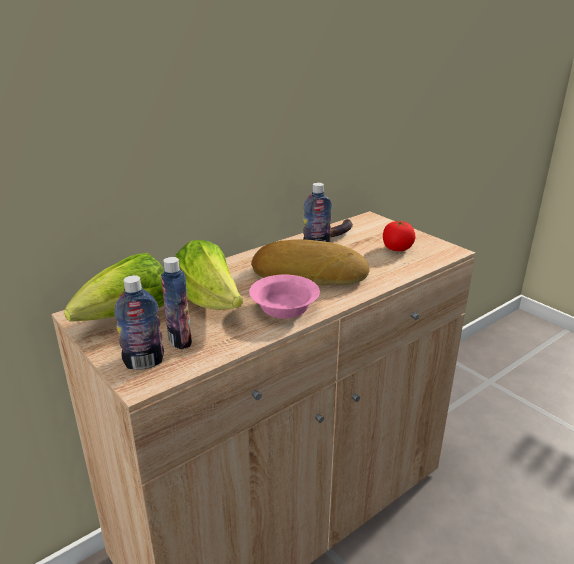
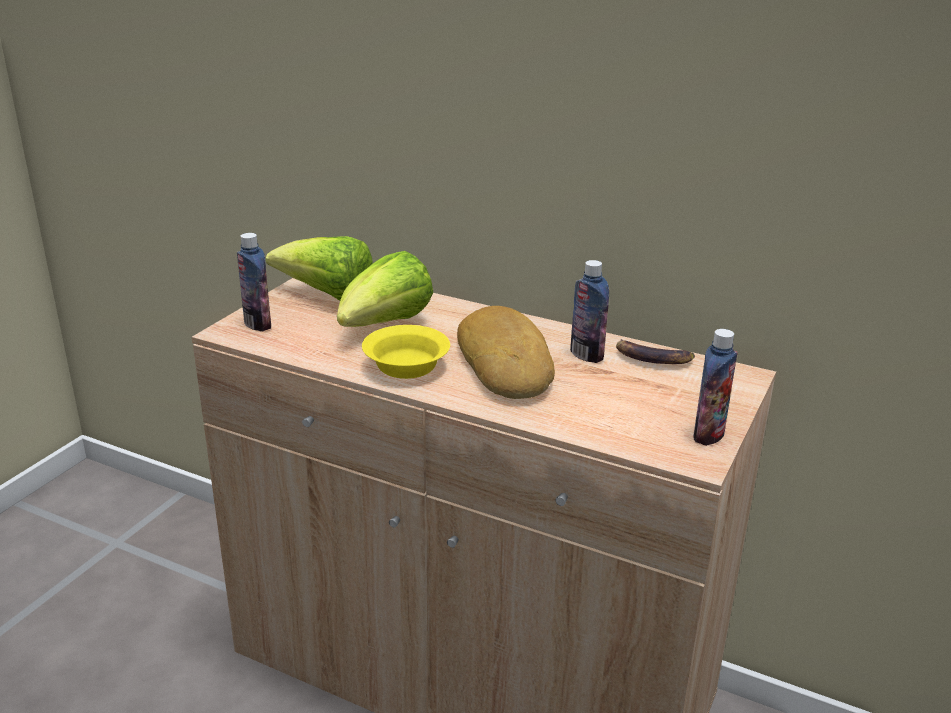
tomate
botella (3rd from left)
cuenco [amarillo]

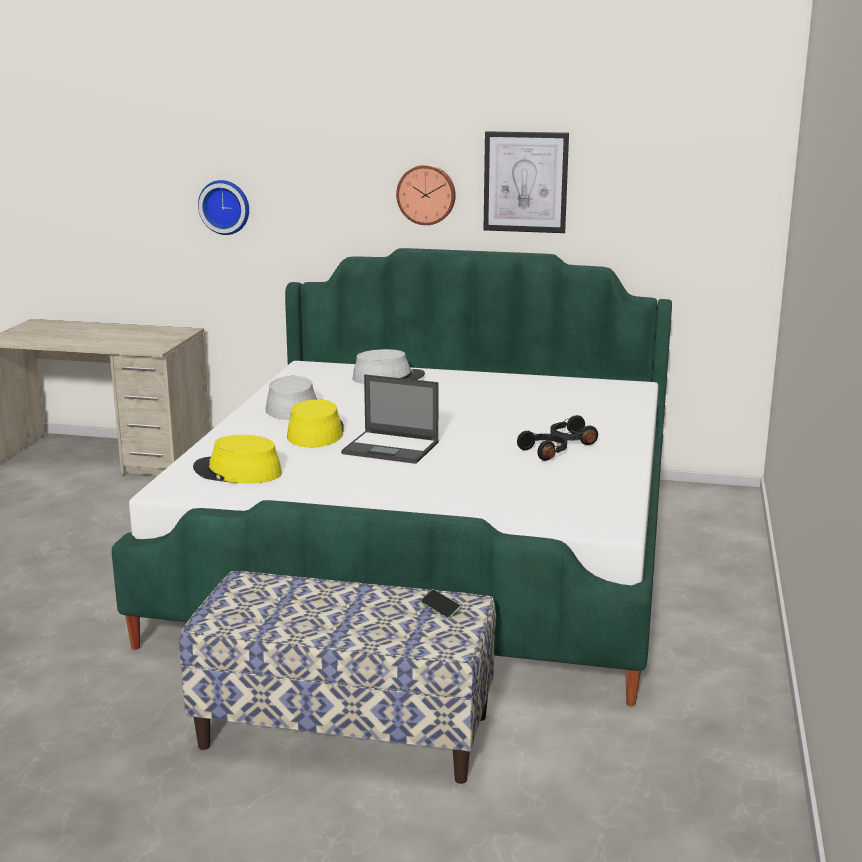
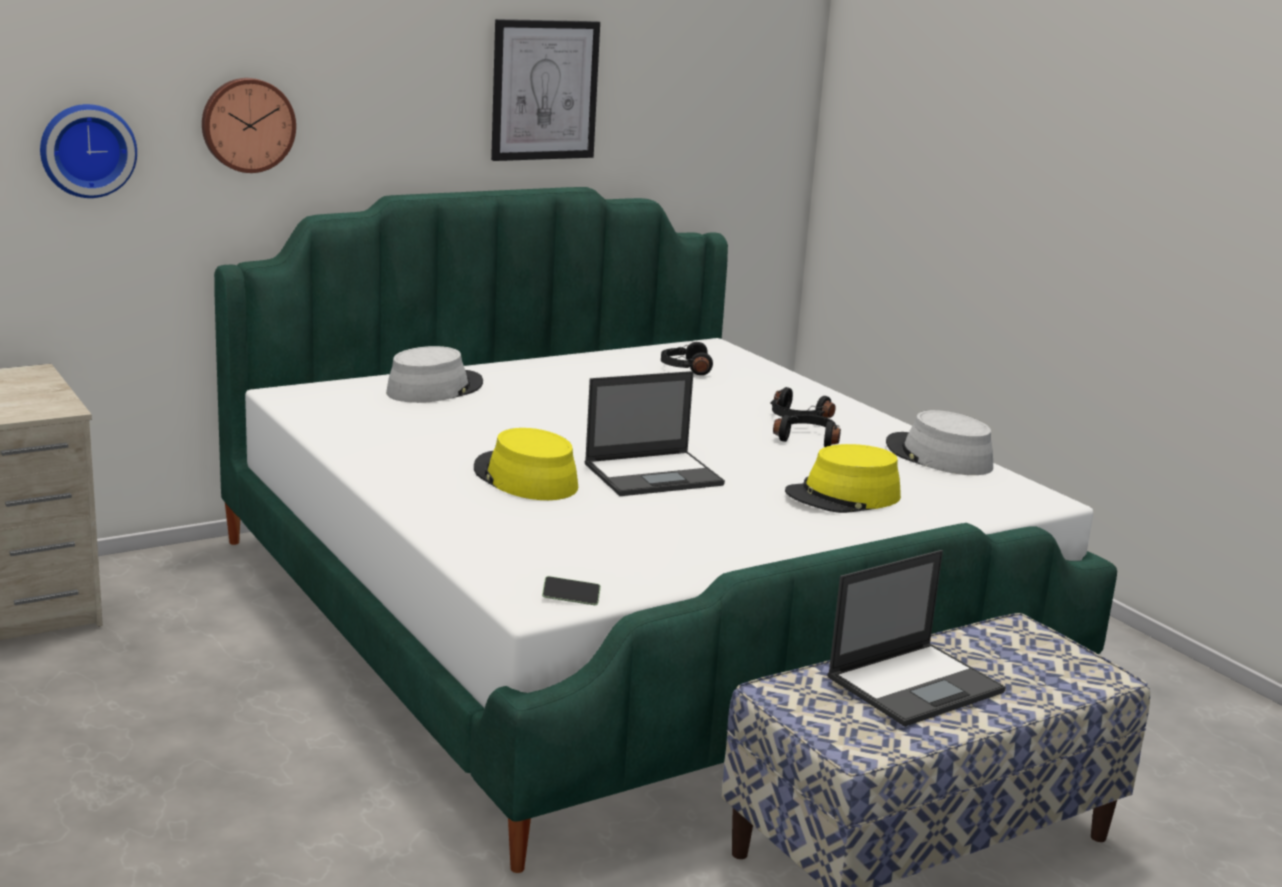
reloj de pared (2nd from left)
sombrero [gris] (2nd from left)
sombrero [amarillo] (2nd from left)
móvil
auriculares [negro] (1st from left)
portátil (2nd from left)

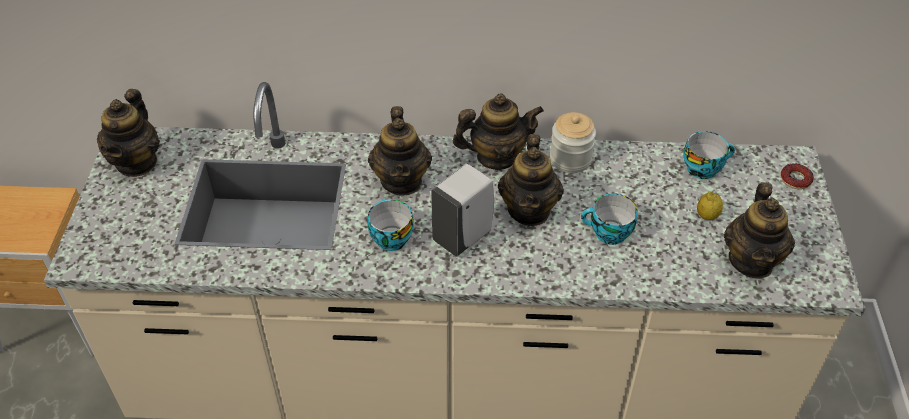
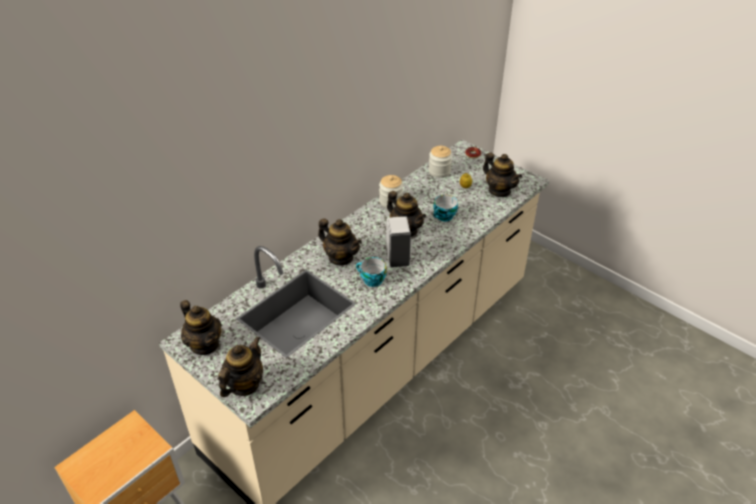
tetera (2nd from left)
tarro (2nd from left)

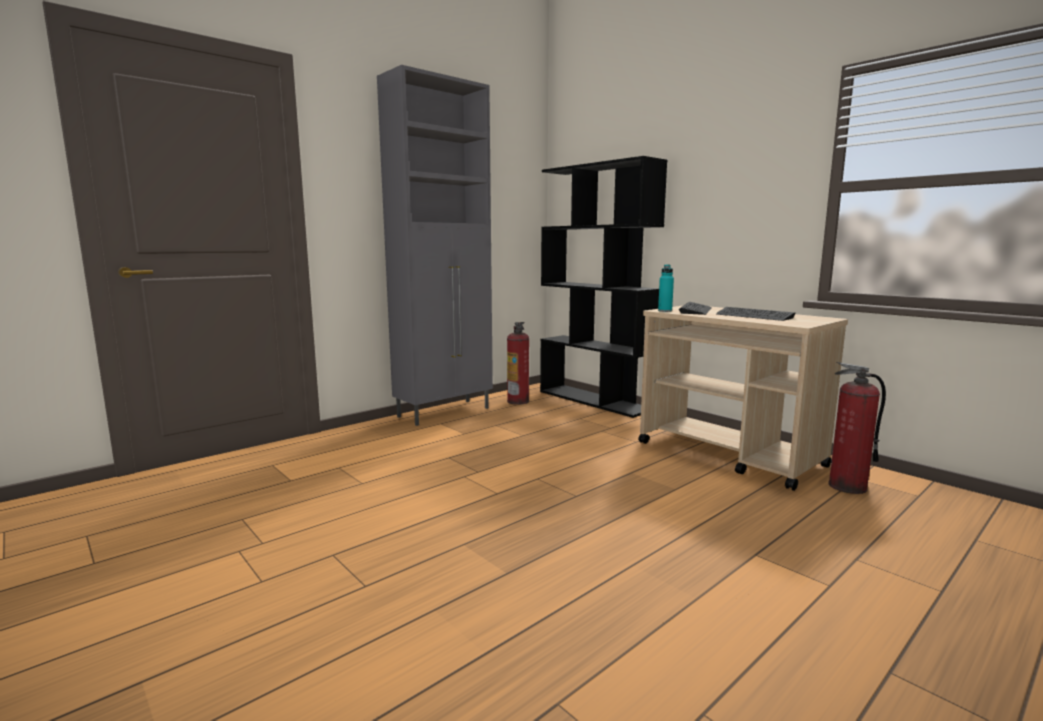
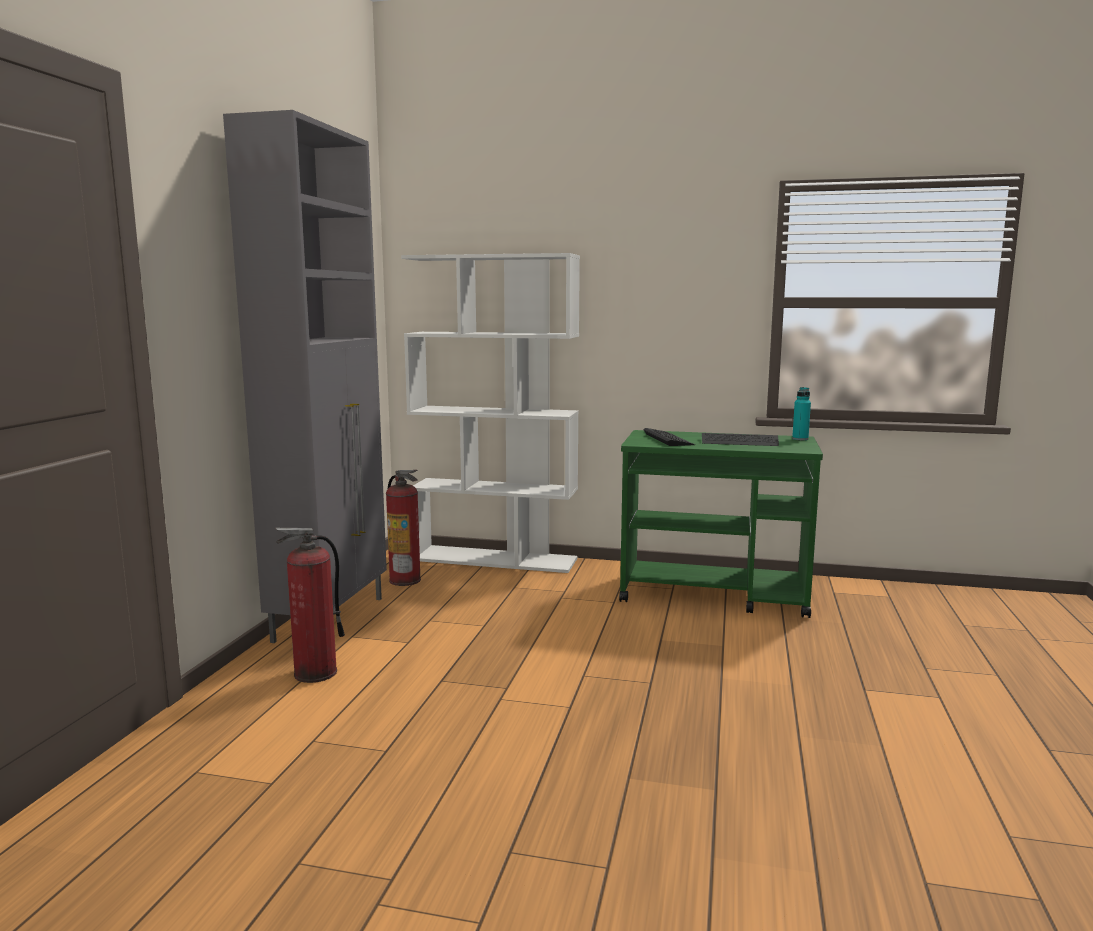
estantería [blanco]
botella [turquesa]
carrito [verde]
extintor (1st from left)

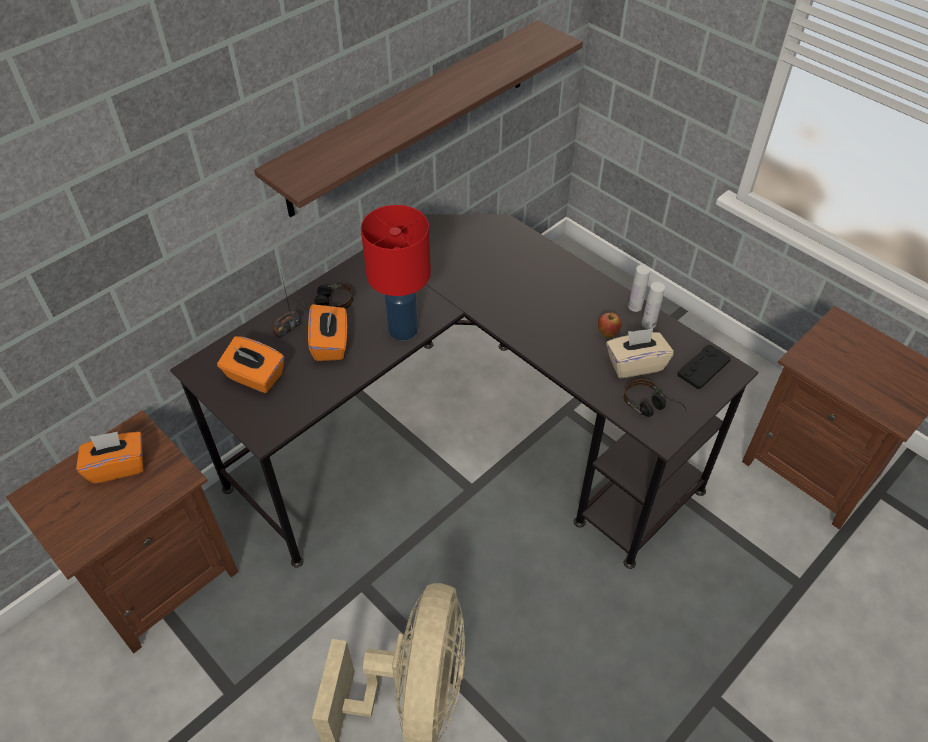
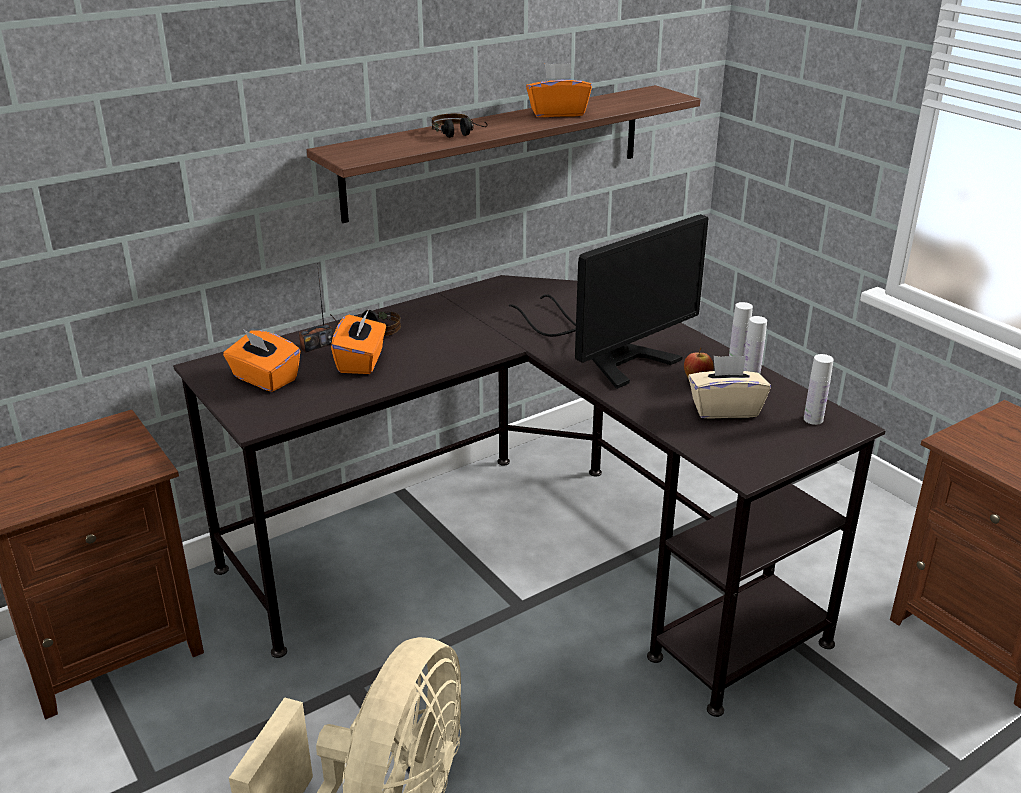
lámpara de mesa [rojo]
botella [blanco] (3rd from left)
auriculares (2nd from left)
caja de pañuelos [naranja] (3rd from left)
monitor

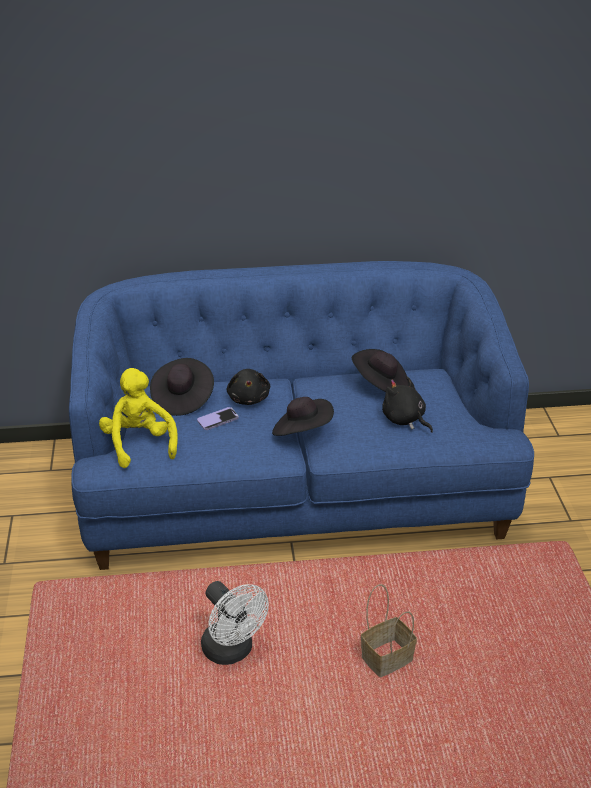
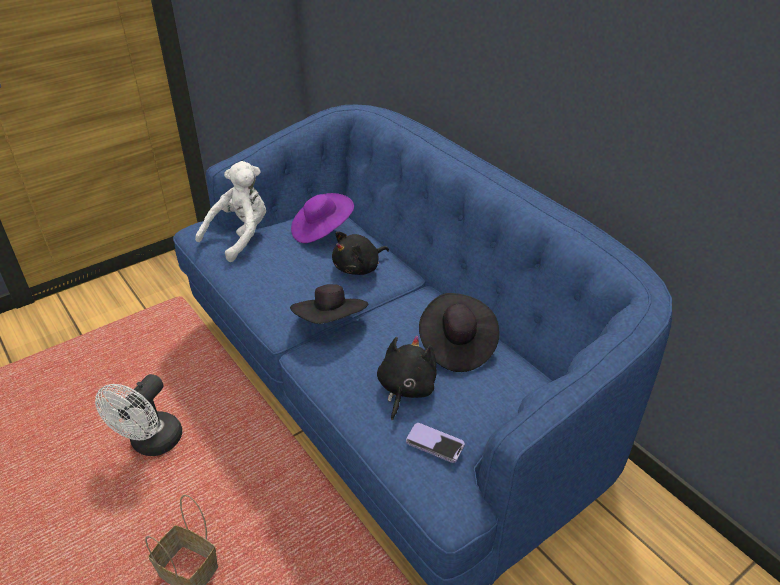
sombrero [morado]
peluche [blanco]
móvil

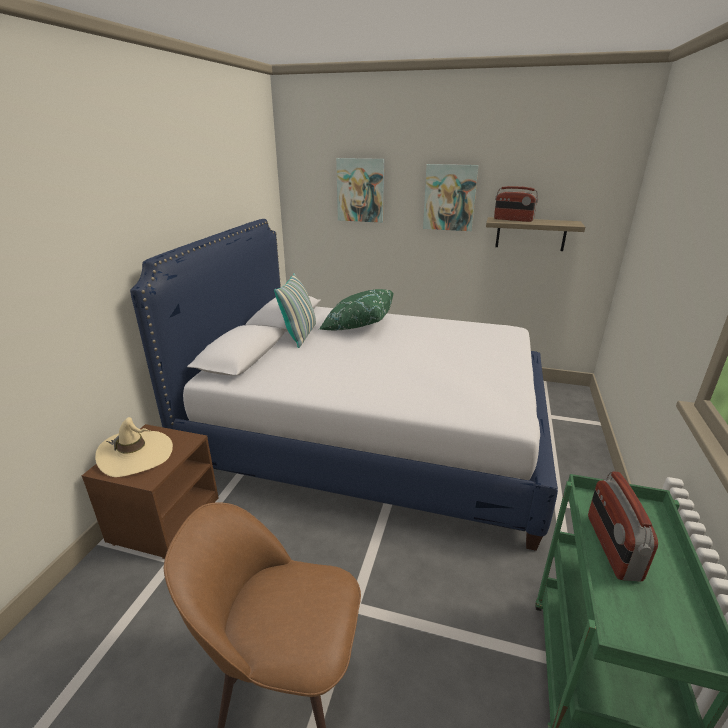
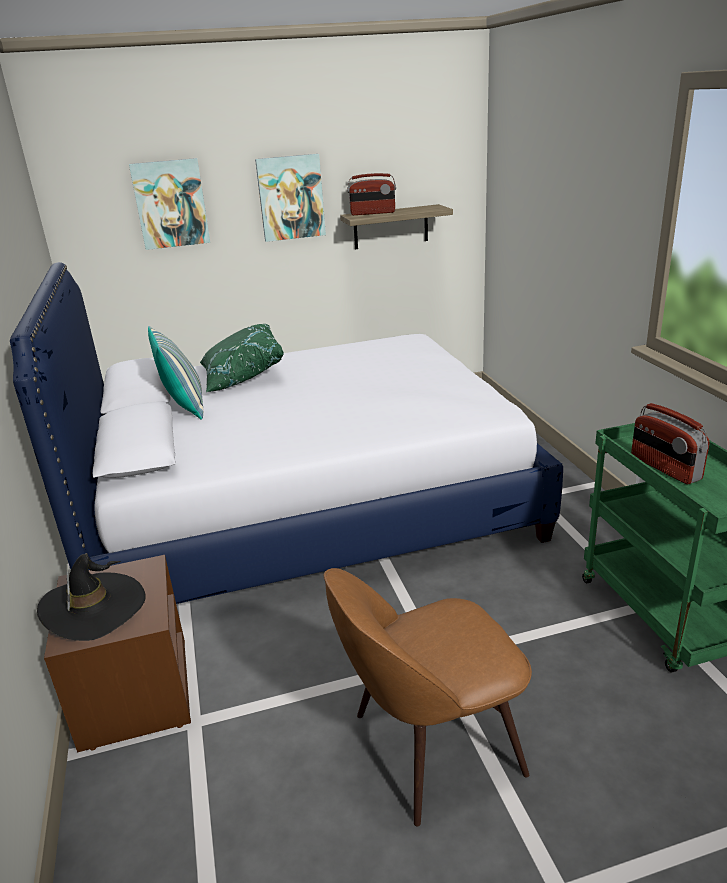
sombrero [negro]

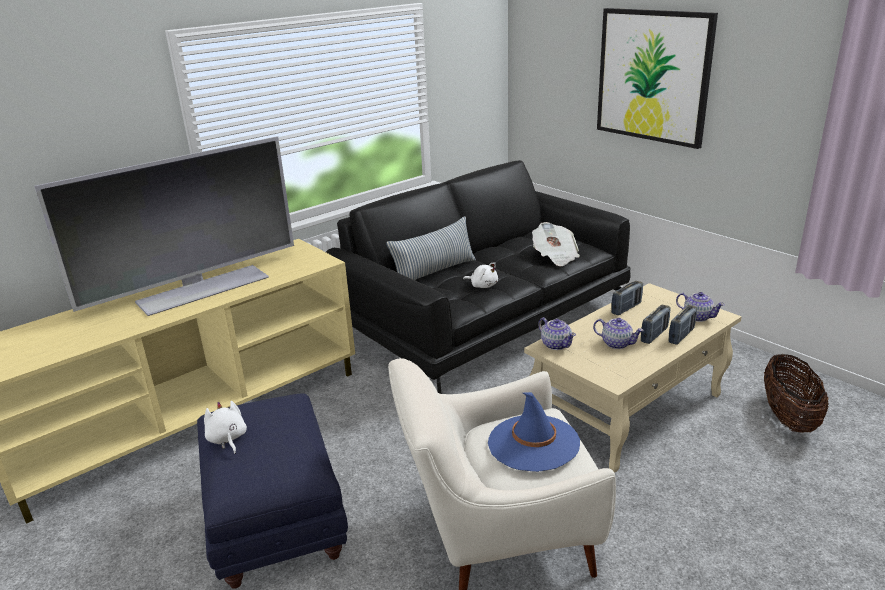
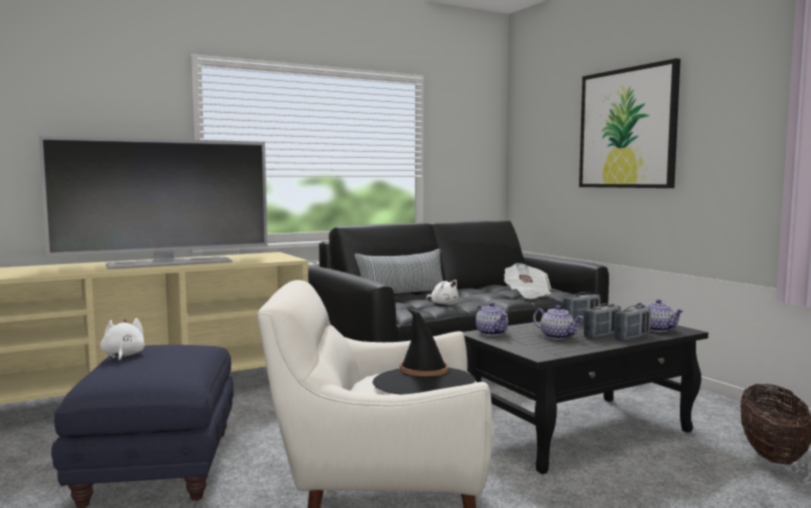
mesa de centro [negro]
sombrero [negro]

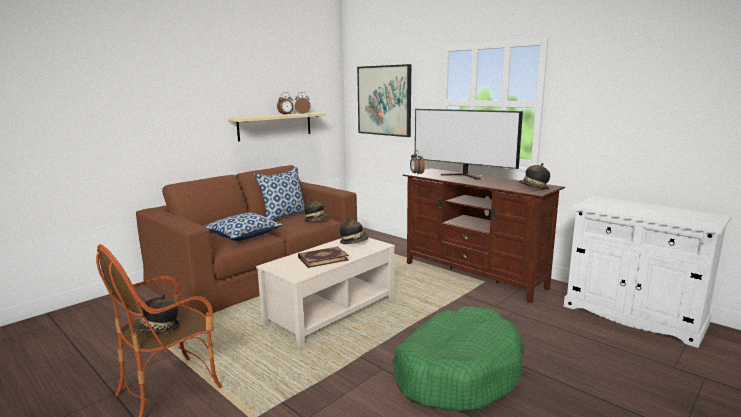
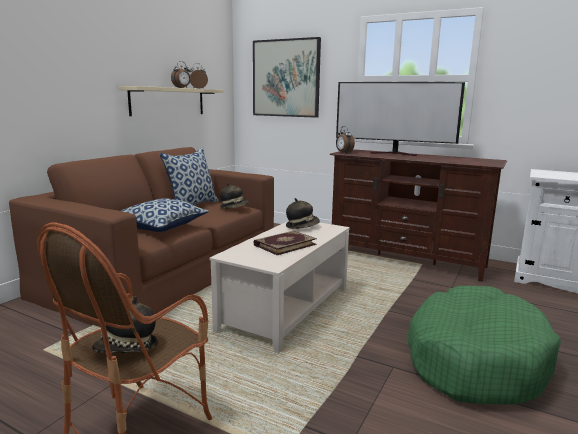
sombrero (4th from left in the first image)

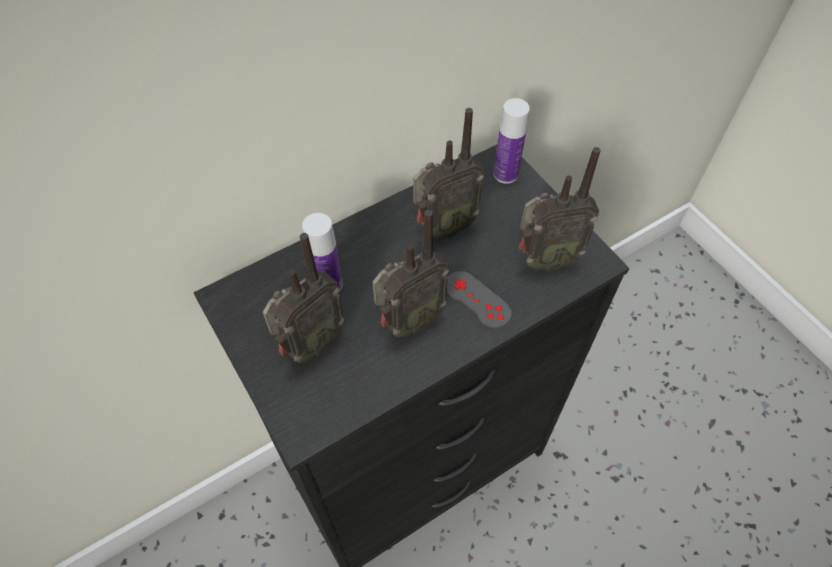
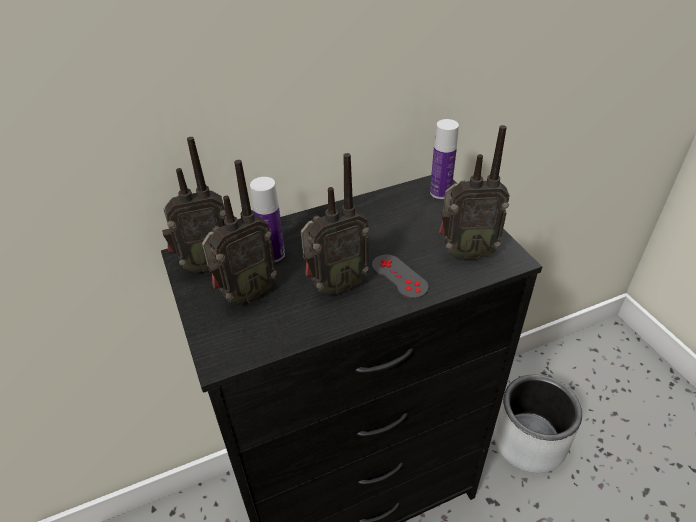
radio (1st from left)
maceta [gris]

